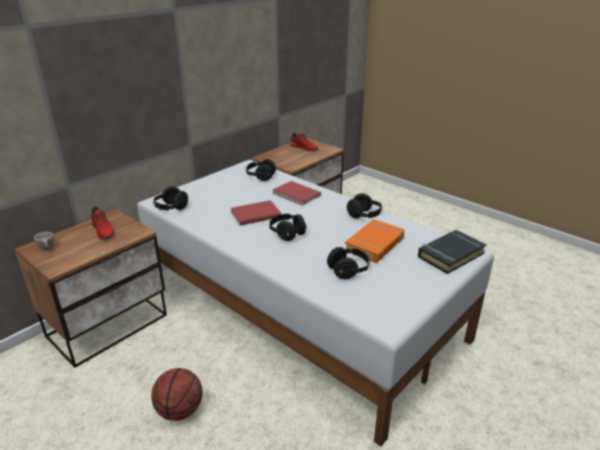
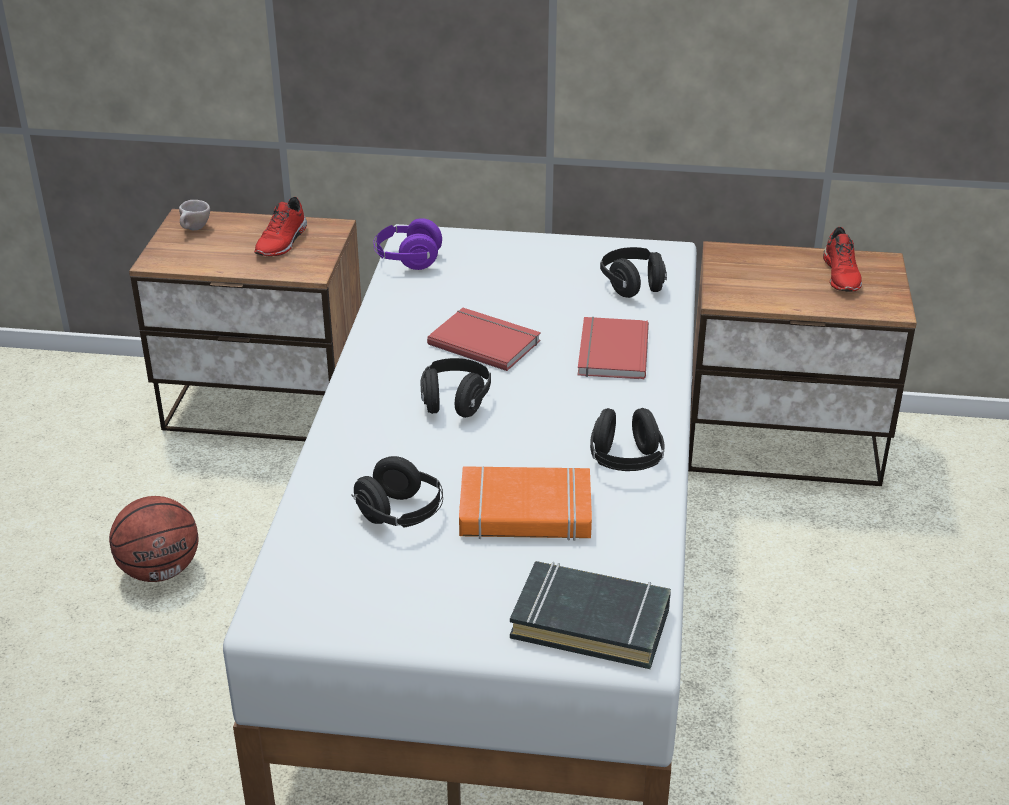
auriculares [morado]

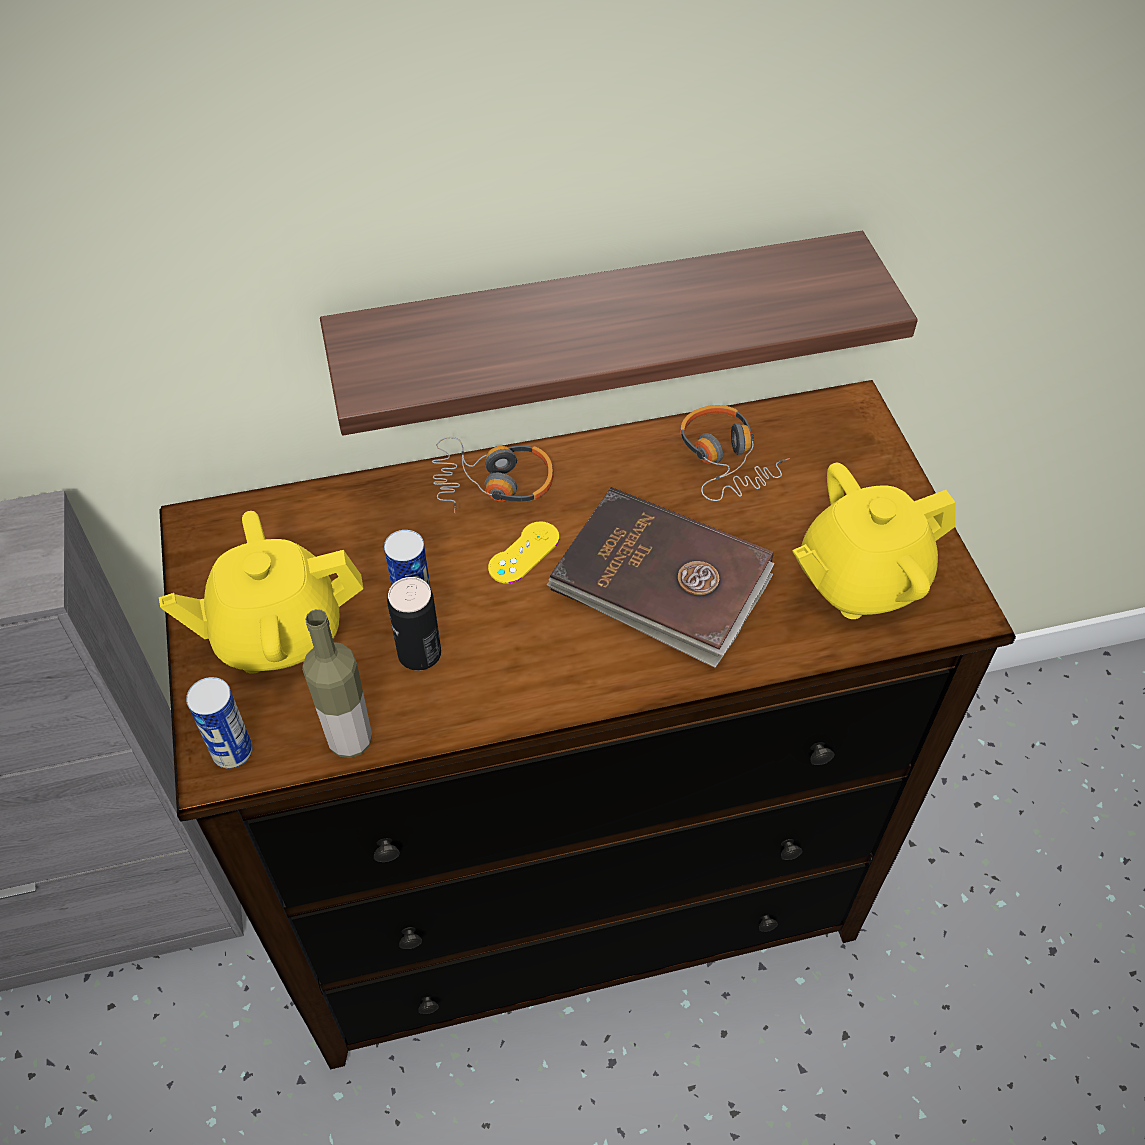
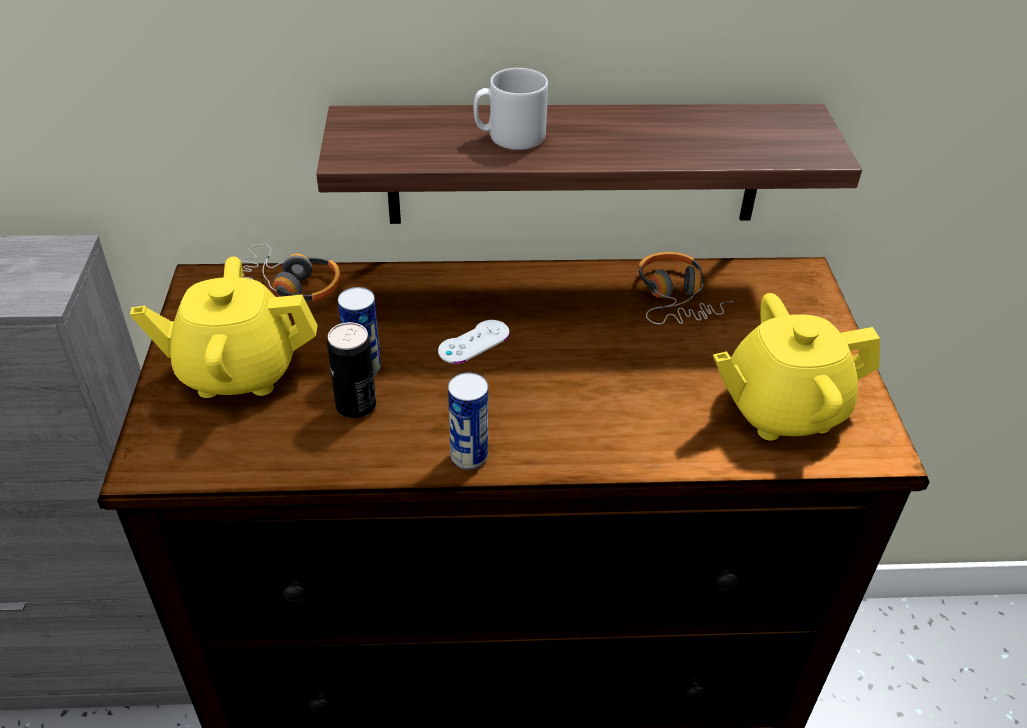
auriculares (1st from left)
libro [marrón]
mando de consola [blanco]
botella
lata (3rd from left)
taza grande [gris]

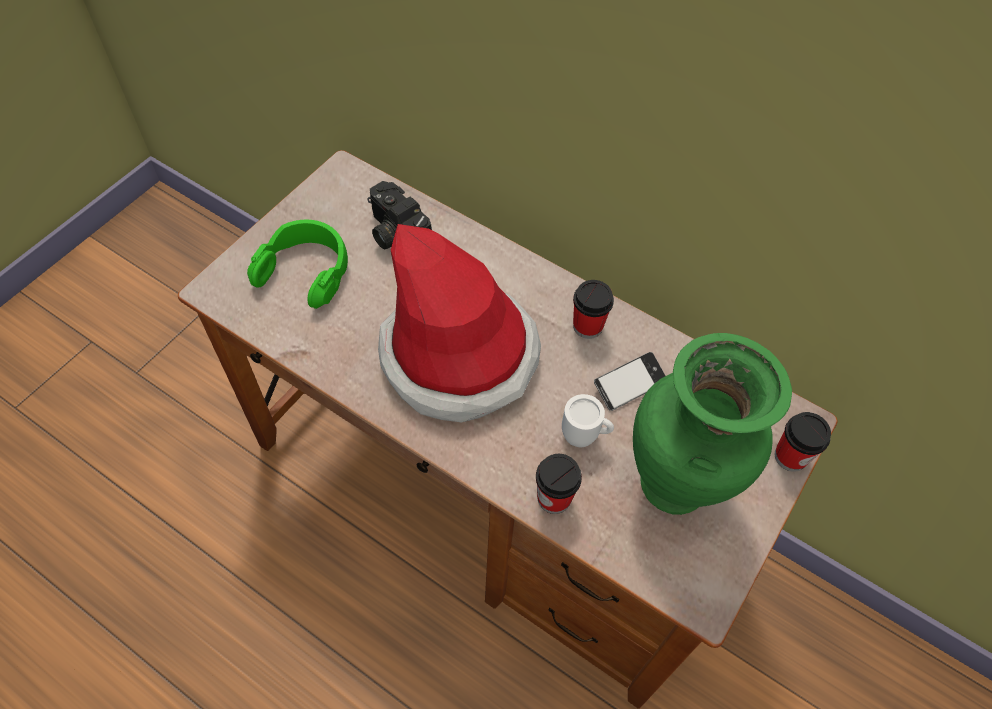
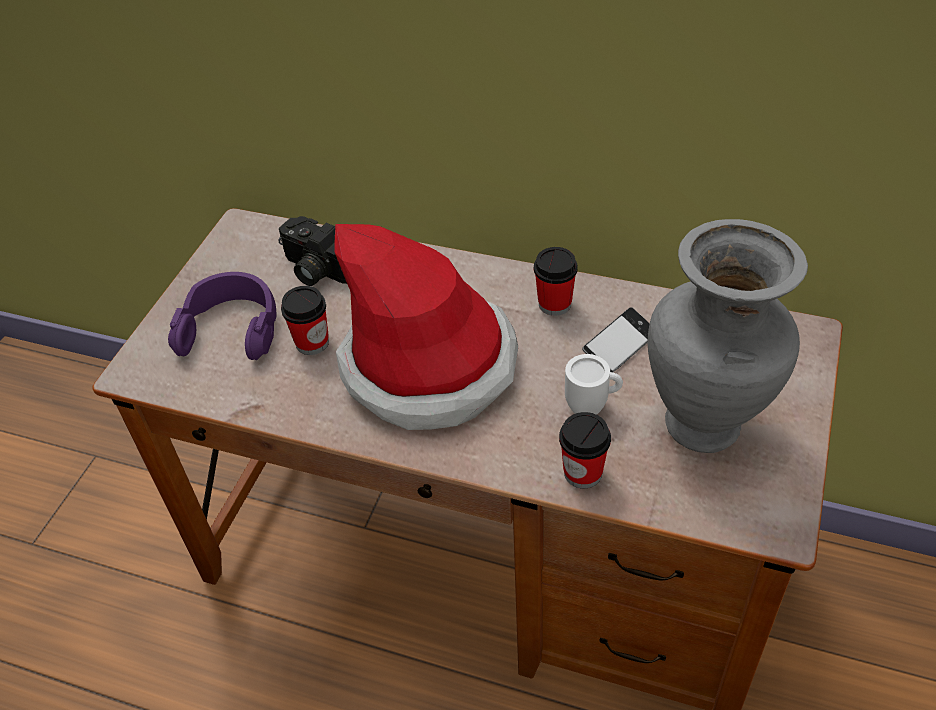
auriculares [morado]
florero [gris]
taza (1st from left)

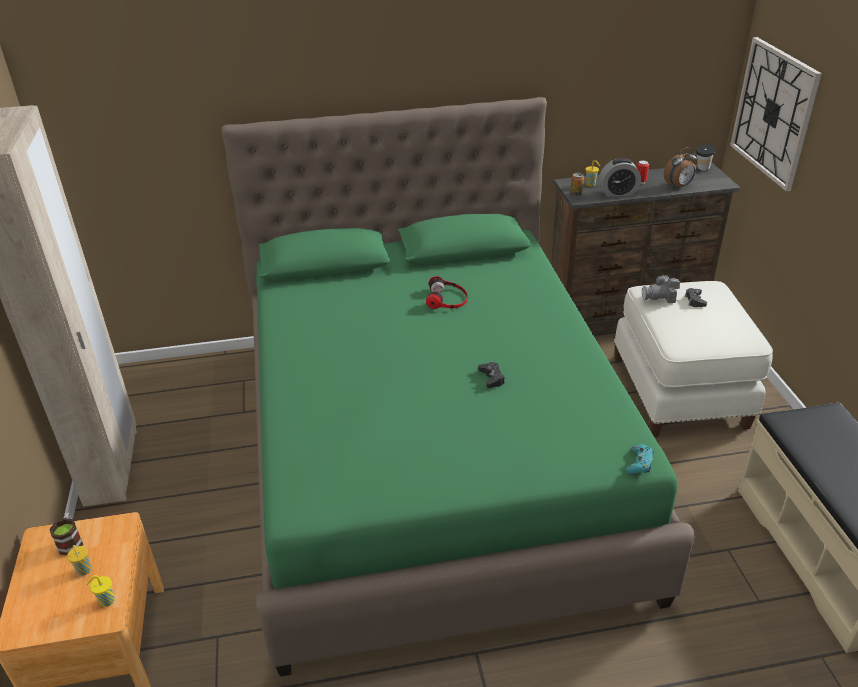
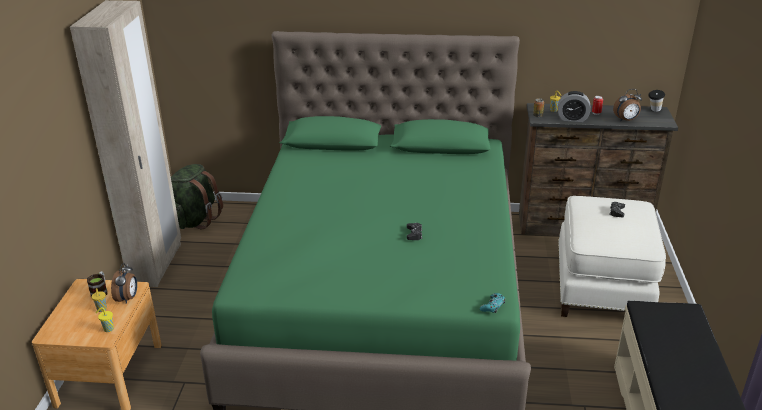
reloj de pared
cámara
auriculares
mochila [verde]
despertador (1st from left)

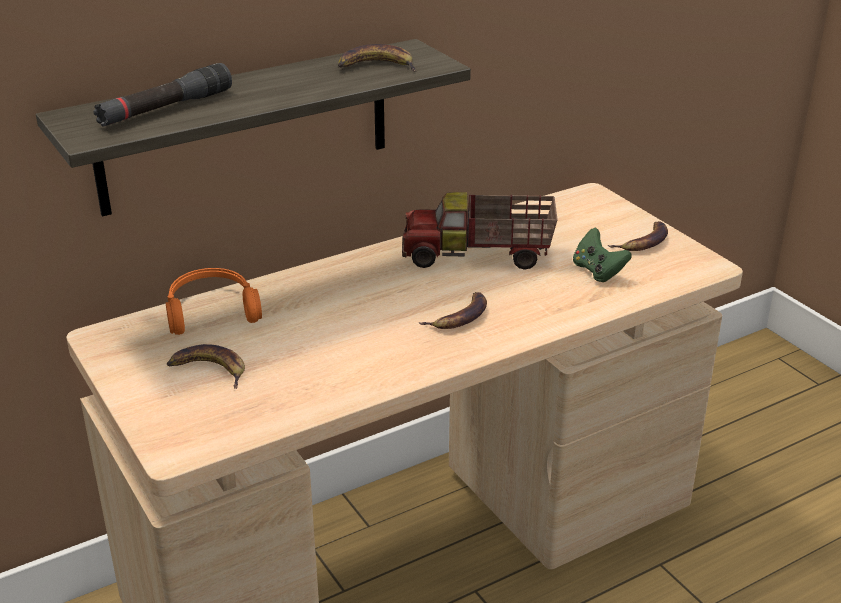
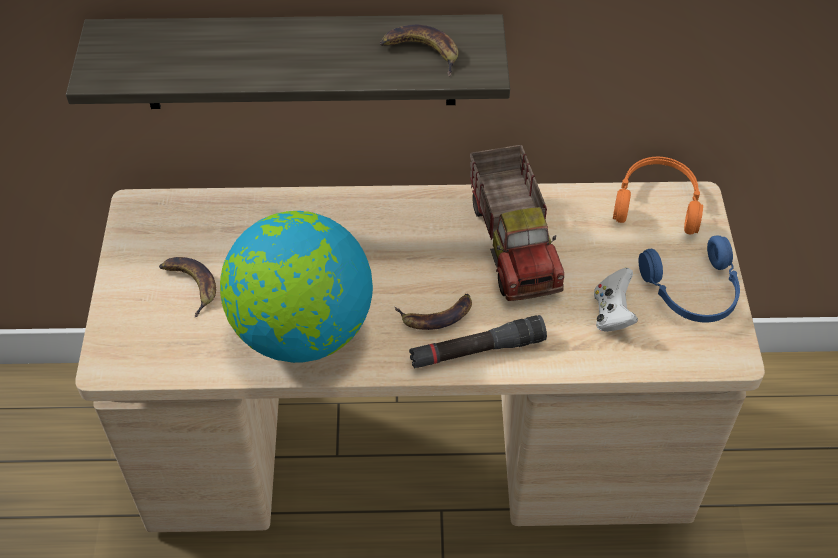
linterna [negro]
camión de juguete
auriculares [azul]
mando de consola [blanco]
auriculares [naranja]
globo terráqueo

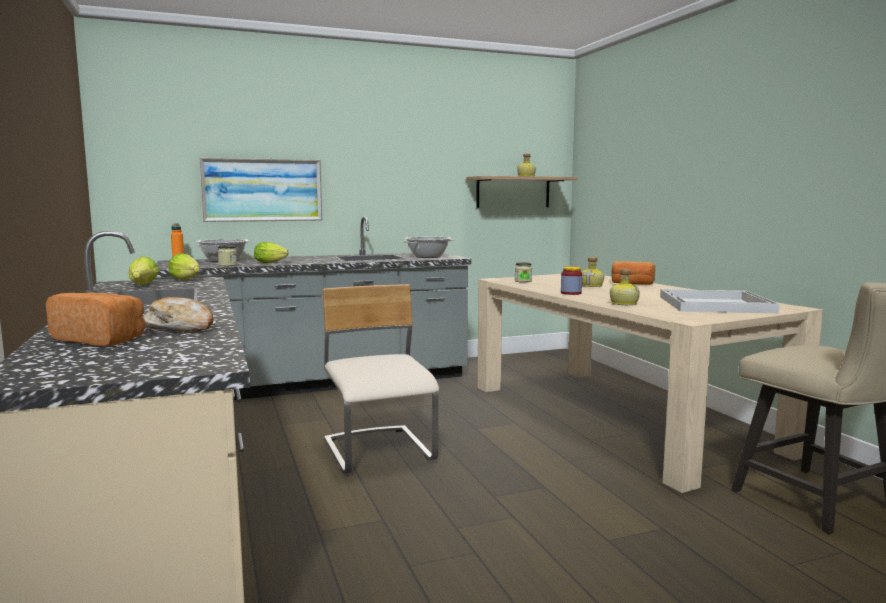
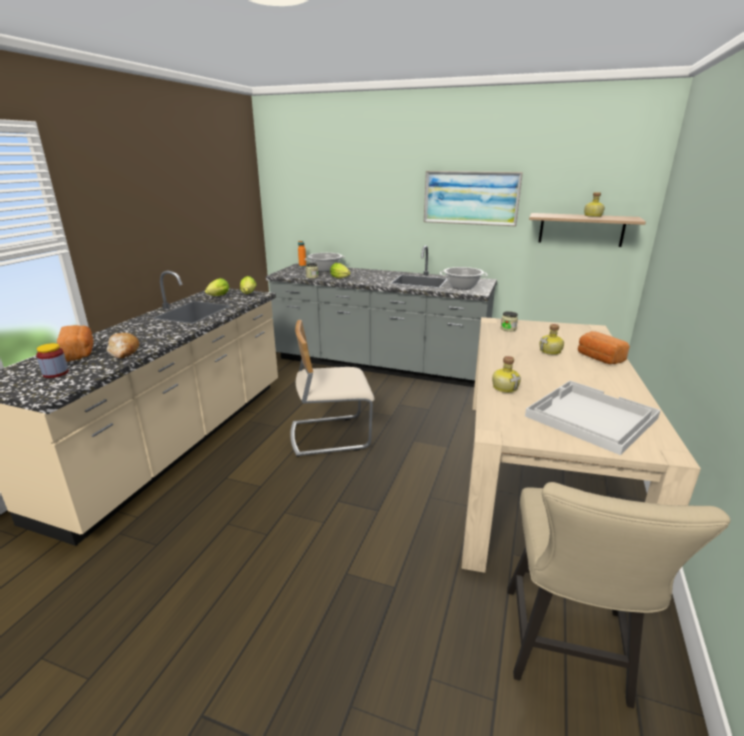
cuadro
tarro (1st from left)
silla [beis] (1st from left)

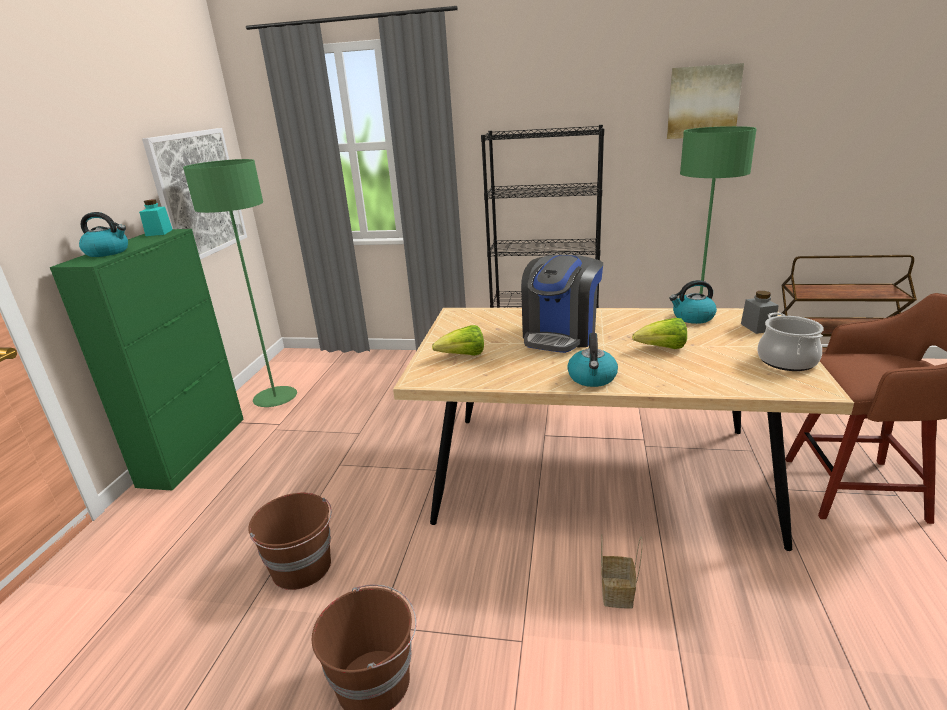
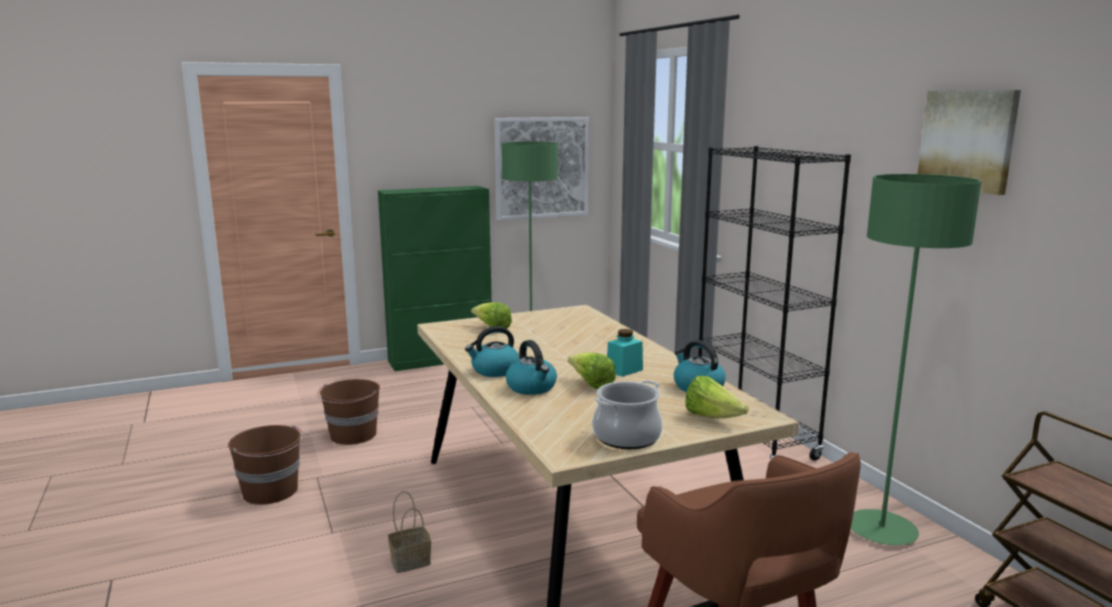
tarro [turquesa]
hervidor (2nd from left)
cafetera
lechuga (3rd from left)

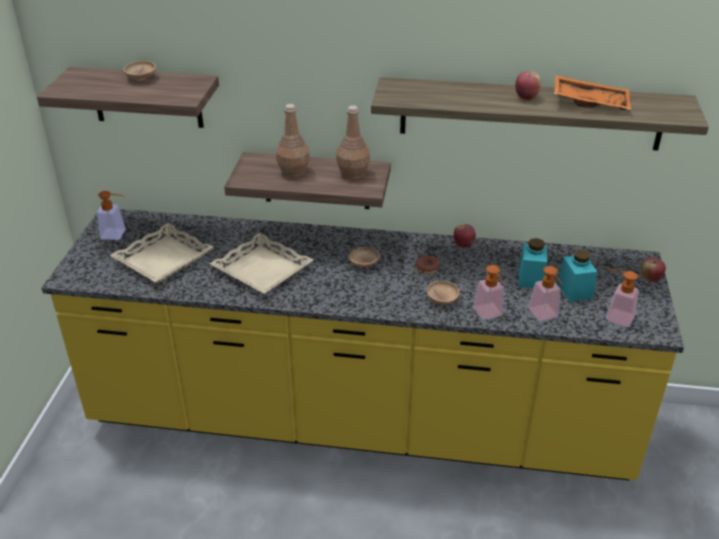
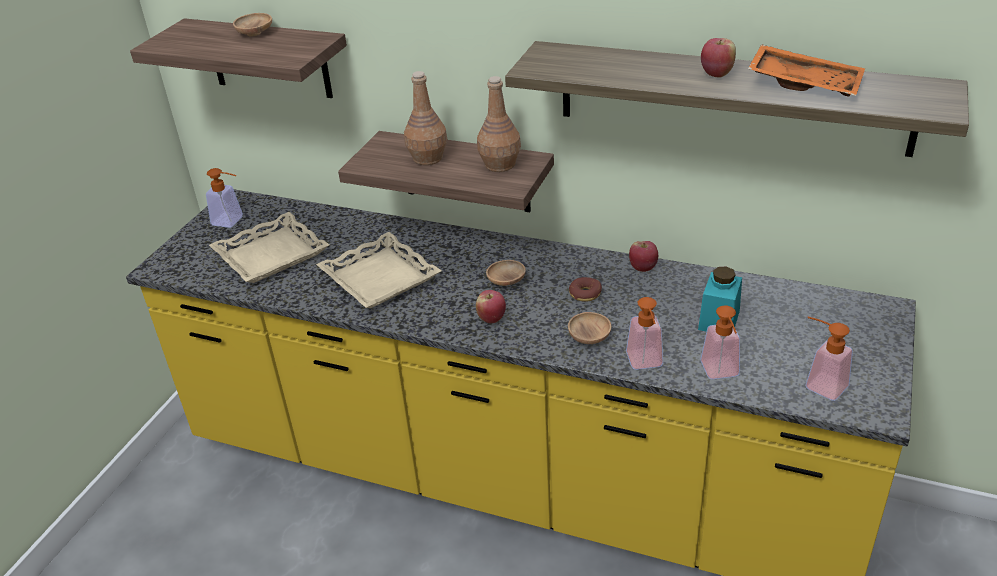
tarro [turquesa] (2nd from left in the first image)
manzana (1st from left)

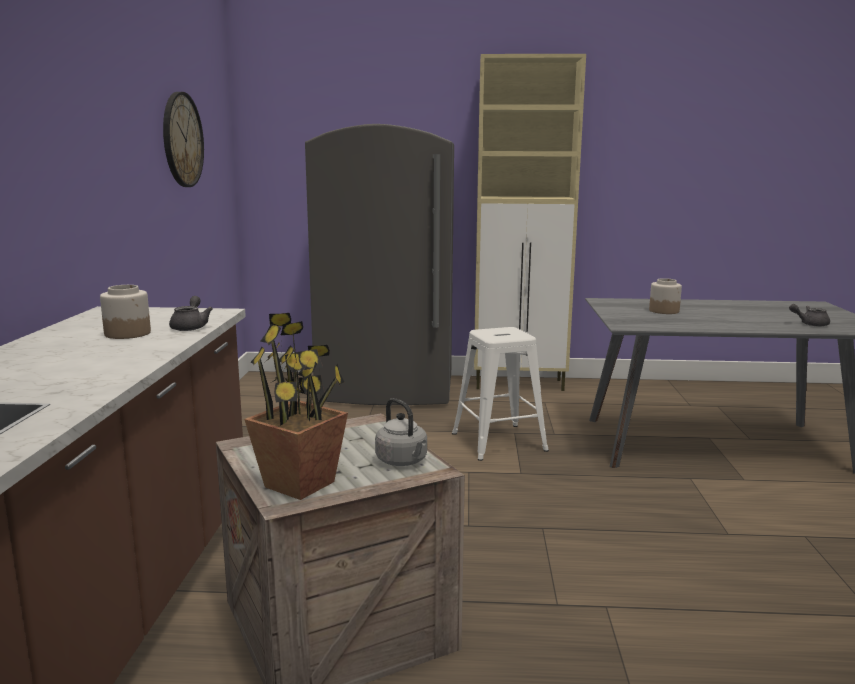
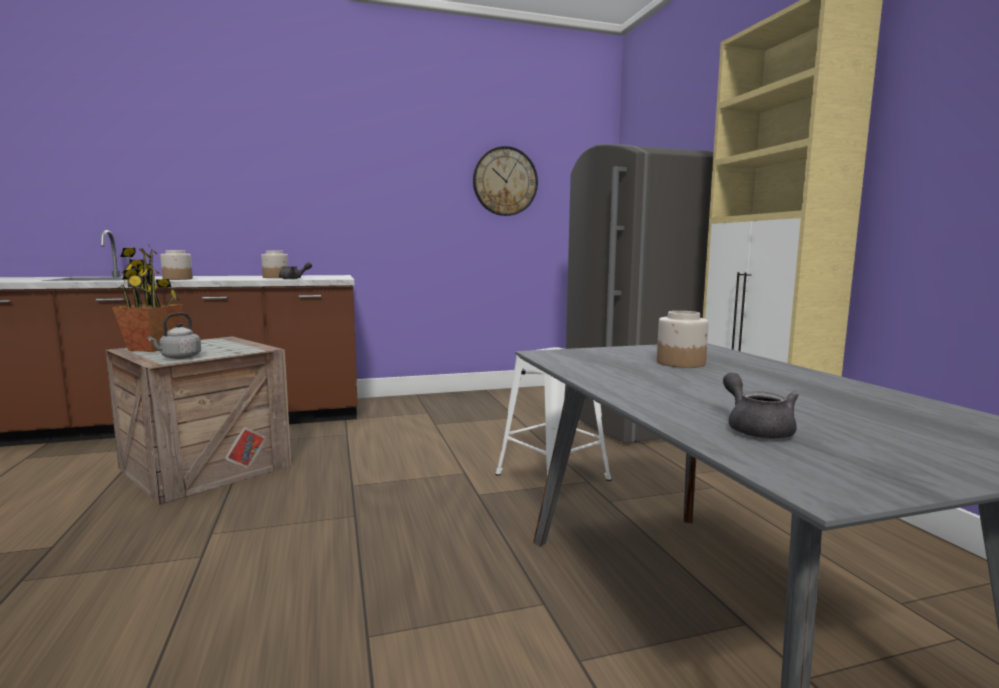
tarro (1st from left)

